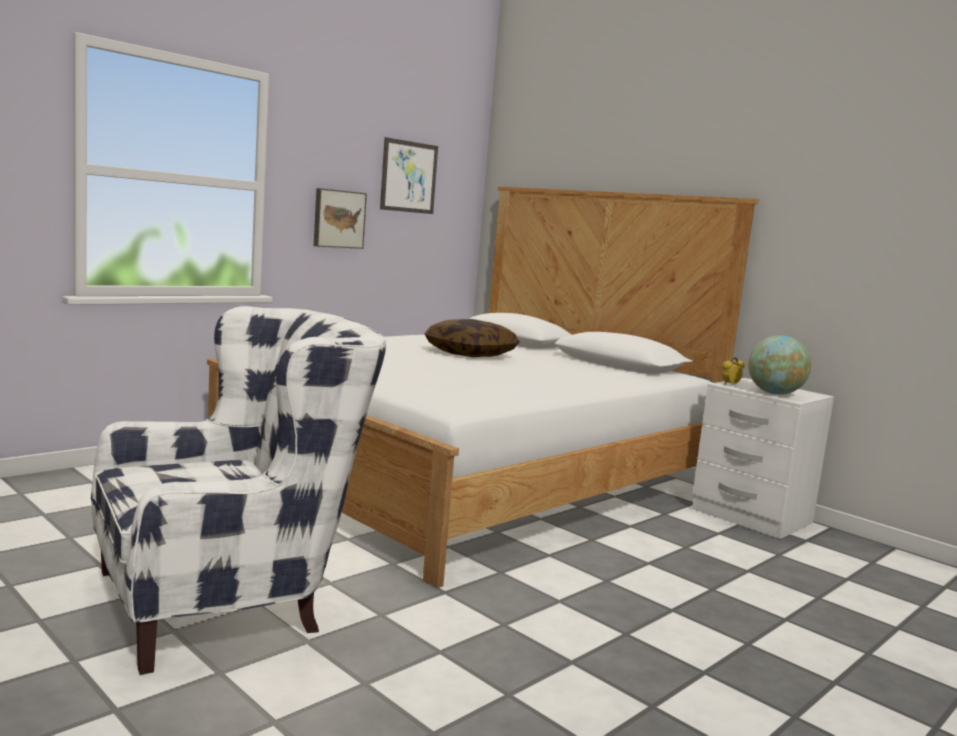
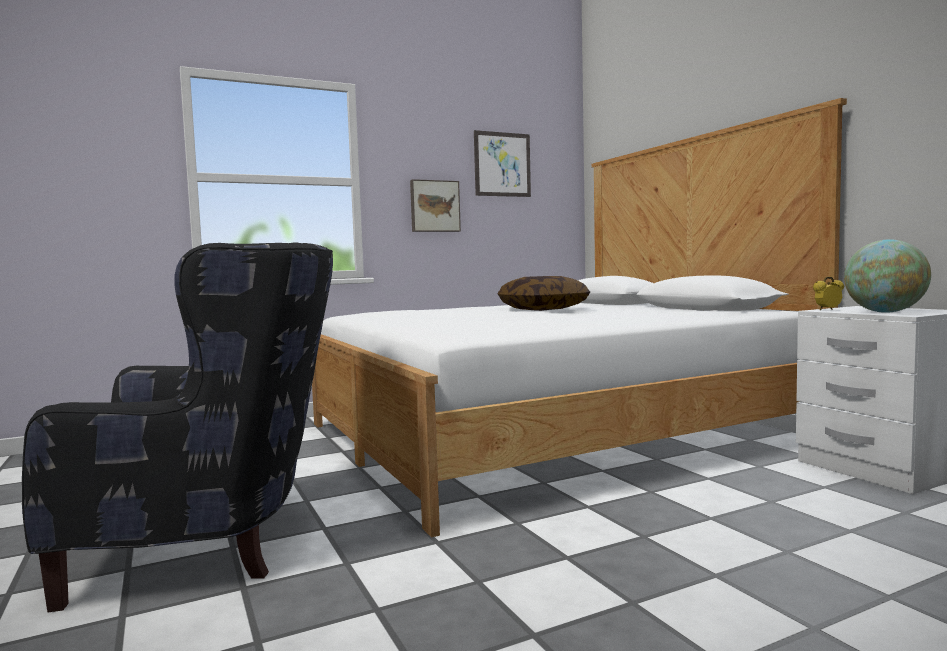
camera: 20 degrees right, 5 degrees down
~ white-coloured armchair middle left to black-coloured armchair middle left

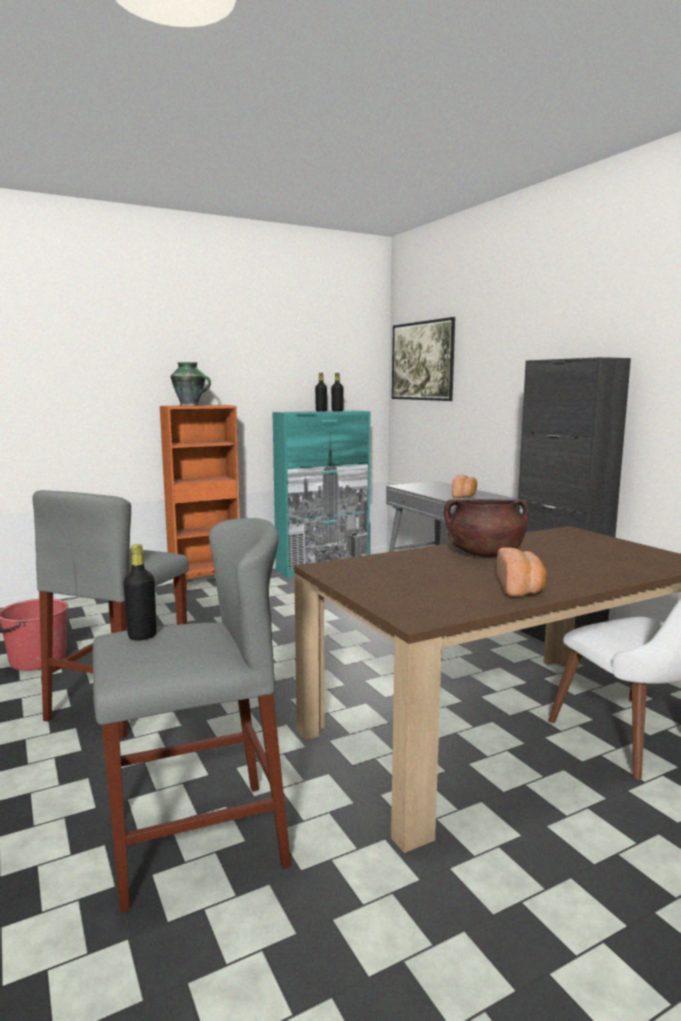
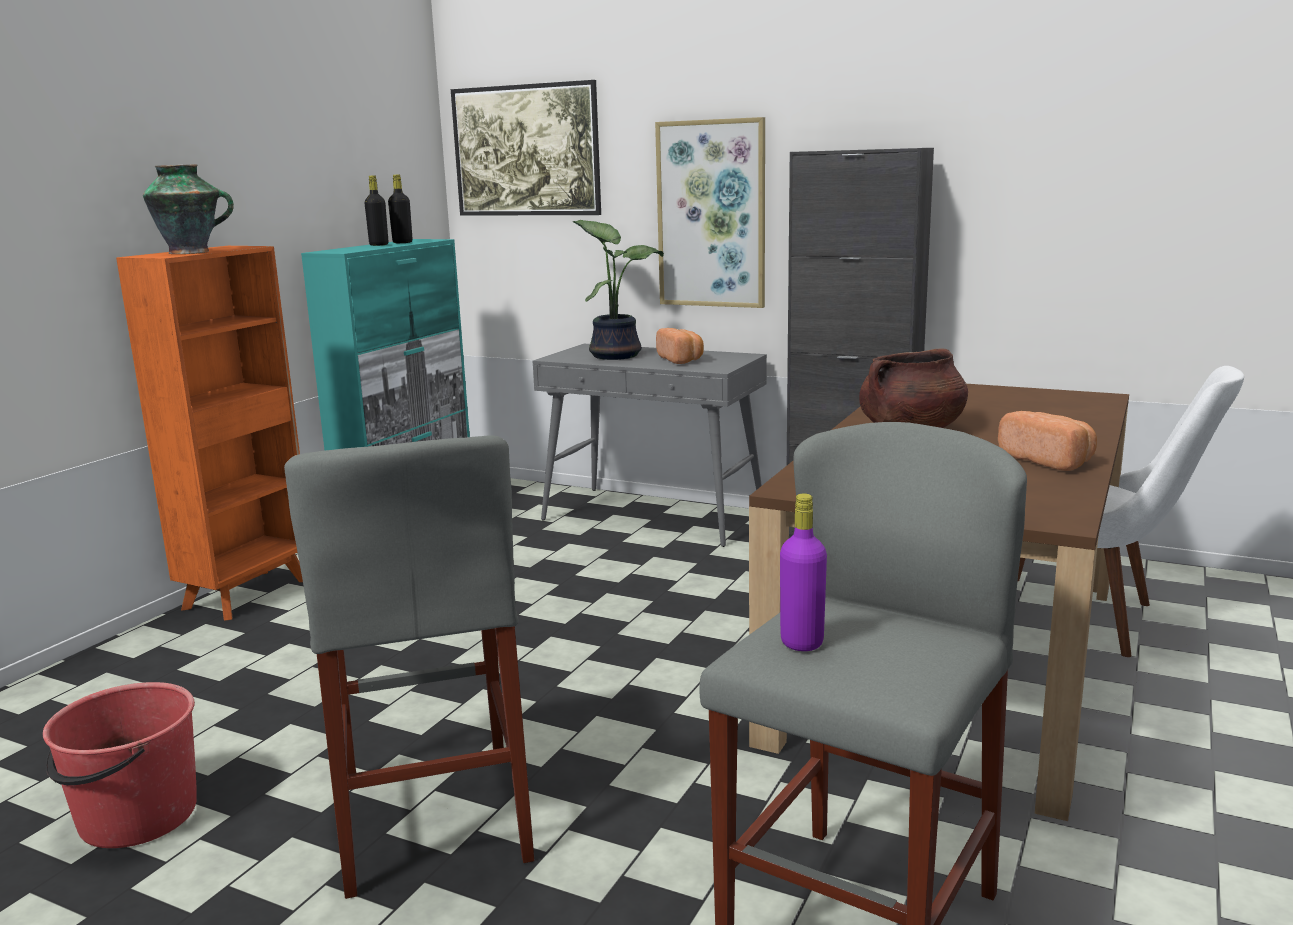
camera: 35 degrees left, 5 degrees up
+ potted plant top centre
+ picture (no. 2 from left) top centre
~ black-coloured beverage bottle (no. 1 from left) middle left to purple-coloured beverage bottle centre

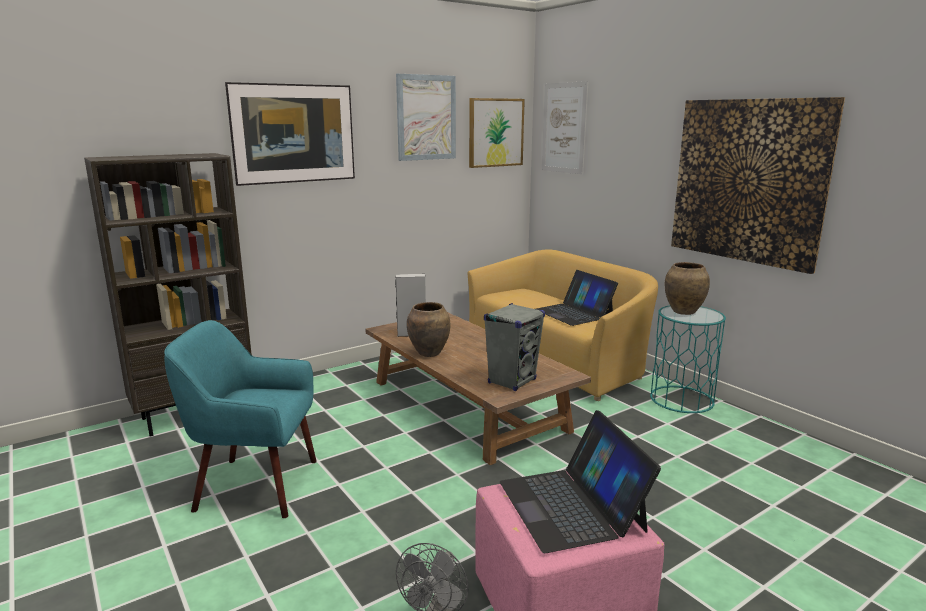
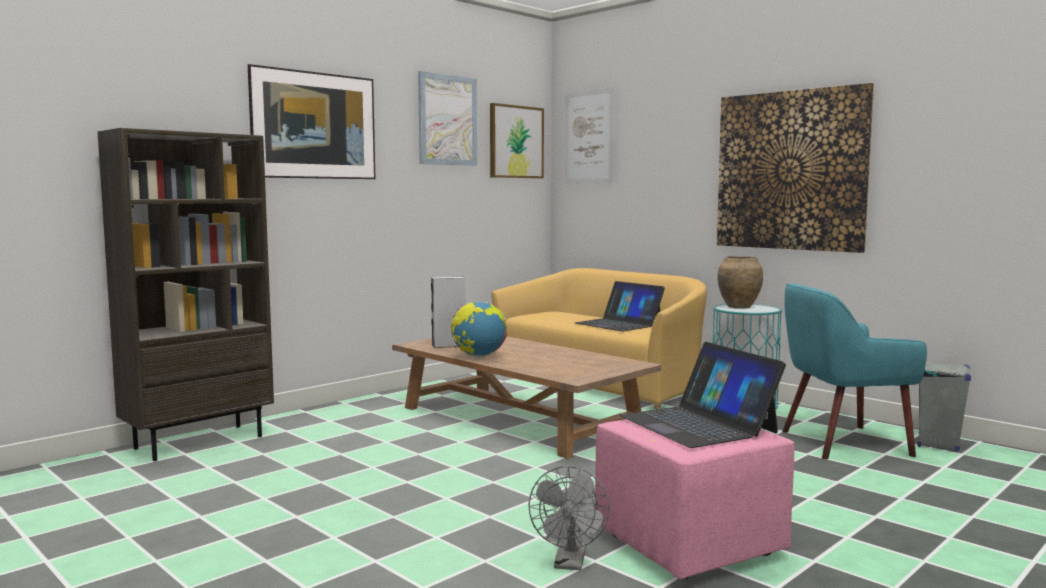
camera: 10 degrees left, 10 degrees down
~ blue-green armchair bottom left to middle right
~ grey loudspeaker (no. 2 from left) centre to bottom right
~ brownish flower vase (no. 1 from left) centre to desk globe centre

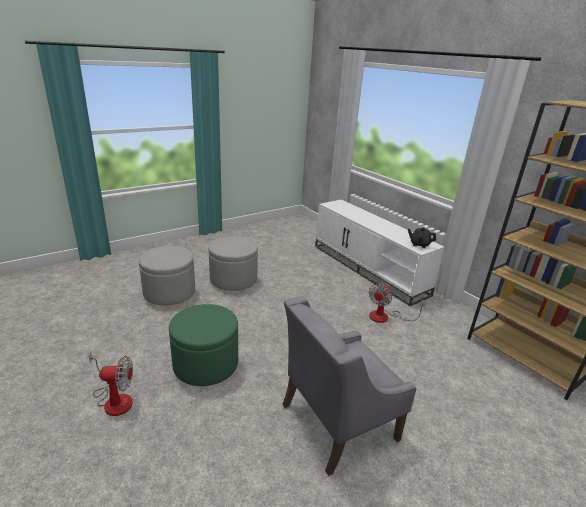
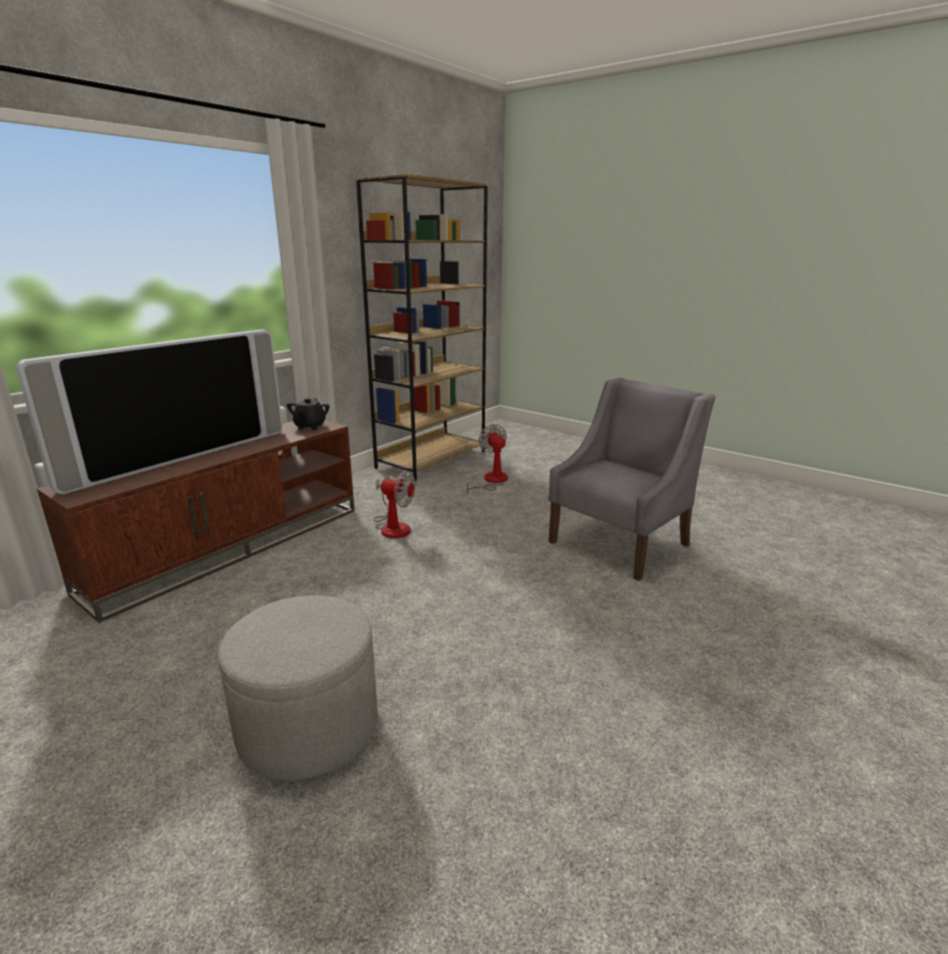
camera: 105 degrees left, 5 degrees down
- grey footrest (no. 1 from left) middle left
- greenish footrest bottom centre
+ television middle left
~ cooling fan (no. 1 from left in the first image) bottom left to cooling fan (no. 2 from left) centre
~ white-coloured tv stand centre to brownish tv stand middle left
~ grey armchair bottom centre = middle right 90 degrees counterclockwise

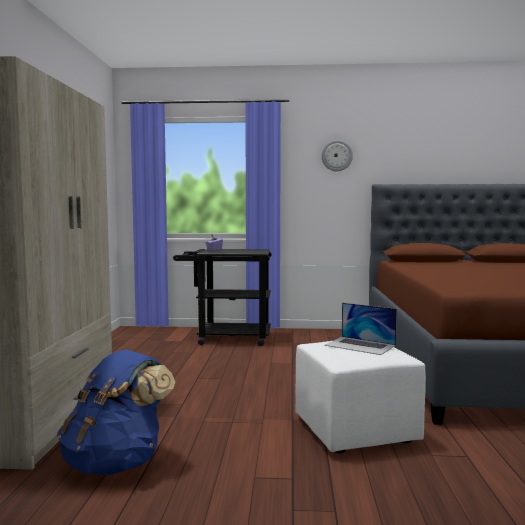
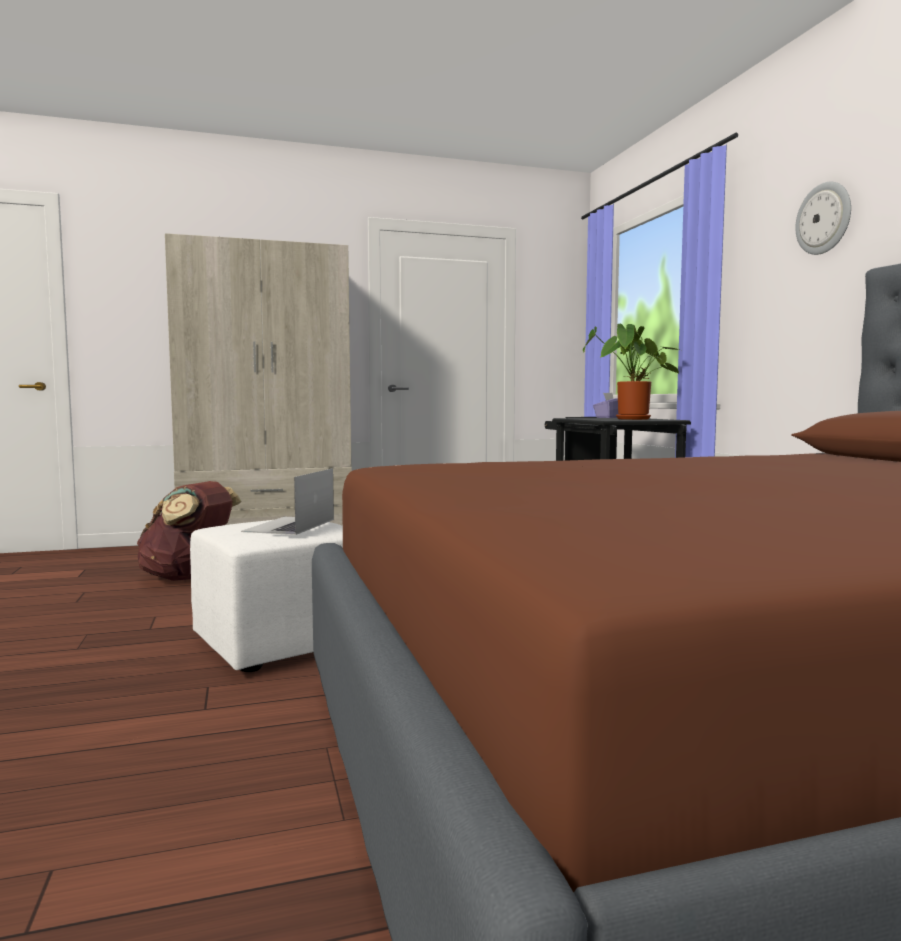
camera: 70 degrees right, 0 degrees up
+ potted plant middle right
~ blue knapsack bottom left to brownish knapsack middle left

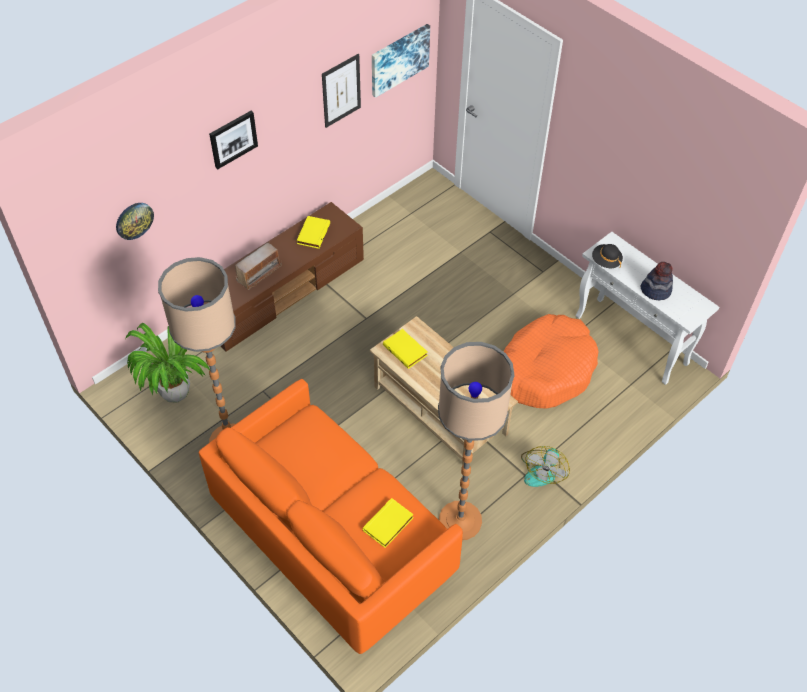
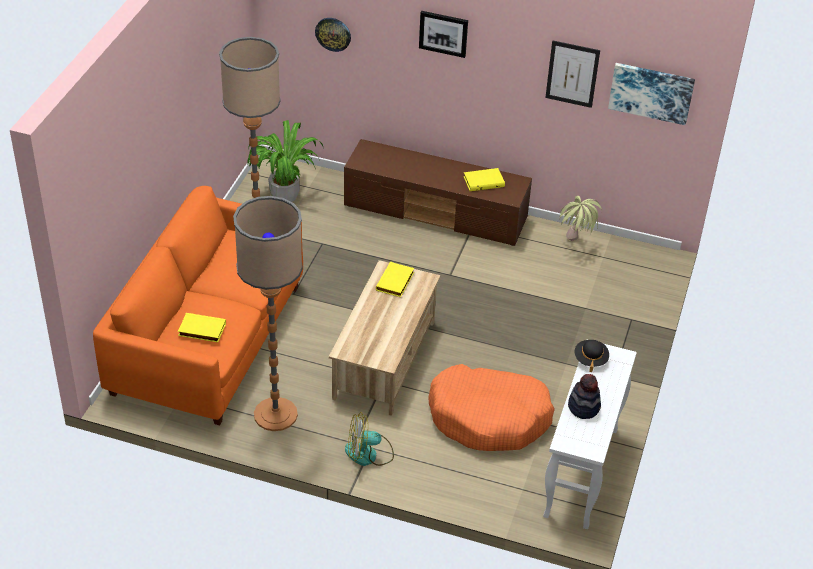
camera: 60 degrees right, 10 degrees down
- radio receiver middle left
+ potted plant (no. 2 from left) middle right

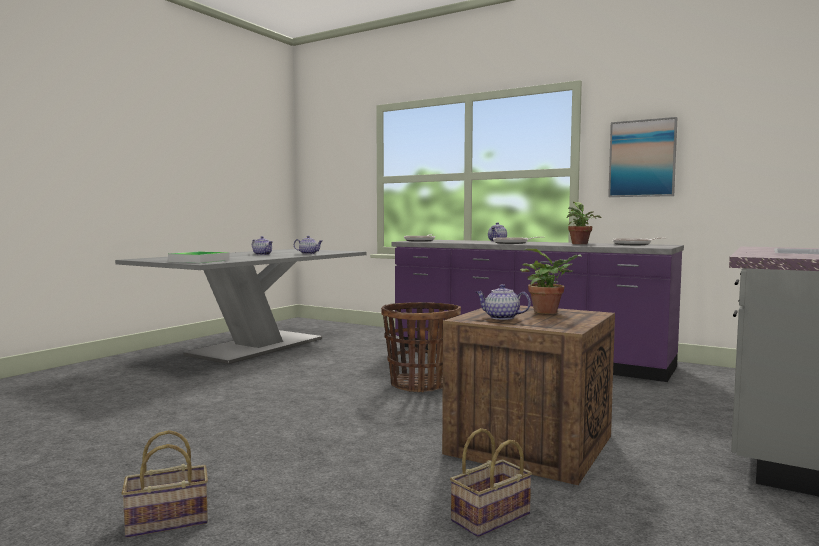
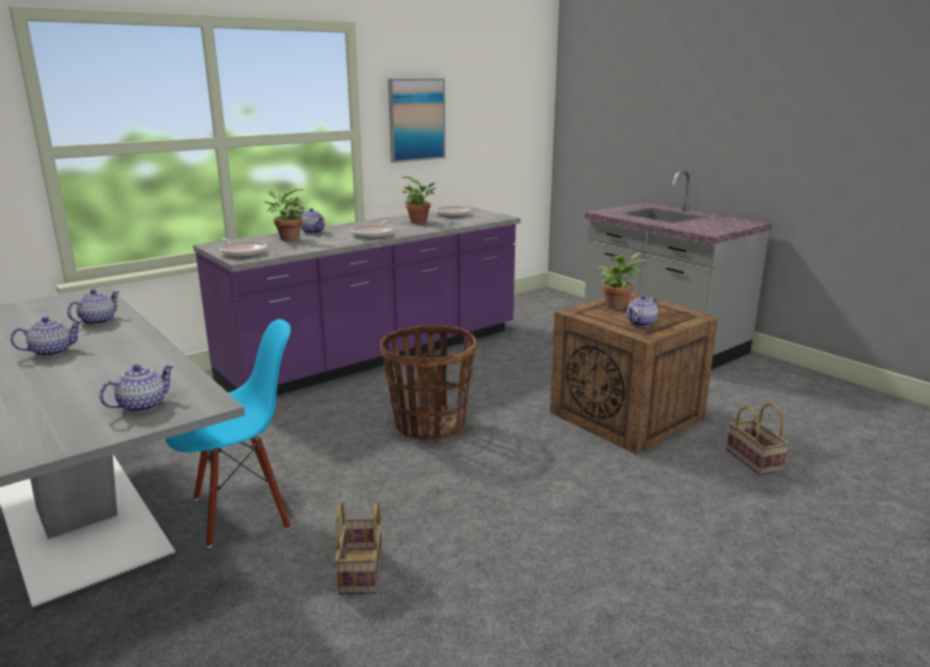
camera: 70 degrees left, 15 degrees up
+ blue chair middle left
+ potted plant (no. 1 from left) top left
~ household basket (no. 1 from left) bottom left to bottom centre
~ carrying tray middle left to tea pot (no. 3 from left) middle left

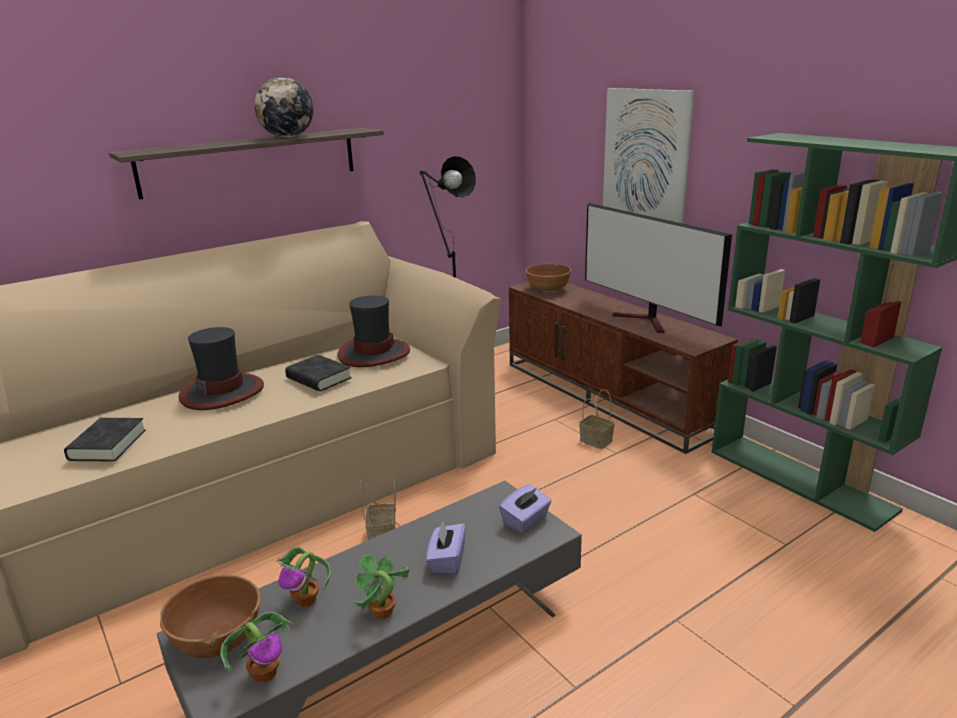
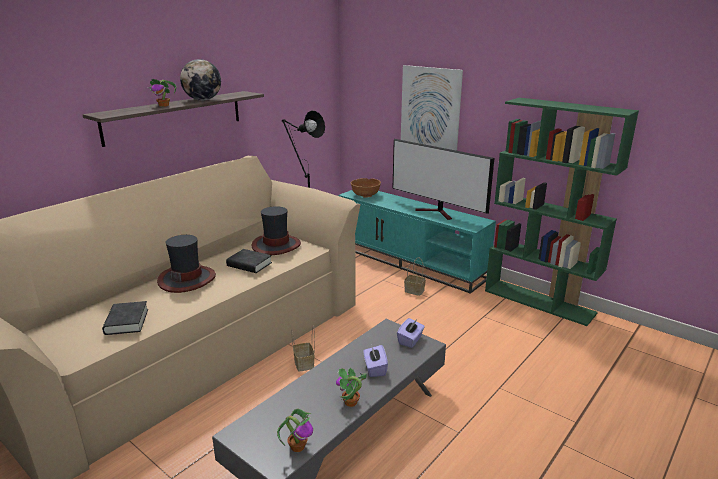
camera: 15 degrees left, 0 degrees up
- brownish bowl (no. 1 from left) bottom left
~ potted plant (no. 2 from left in the first image) bottom left to potted plant (no. 1 from left) top left
~ brownish tv stand centre to blue-green tv stand centre

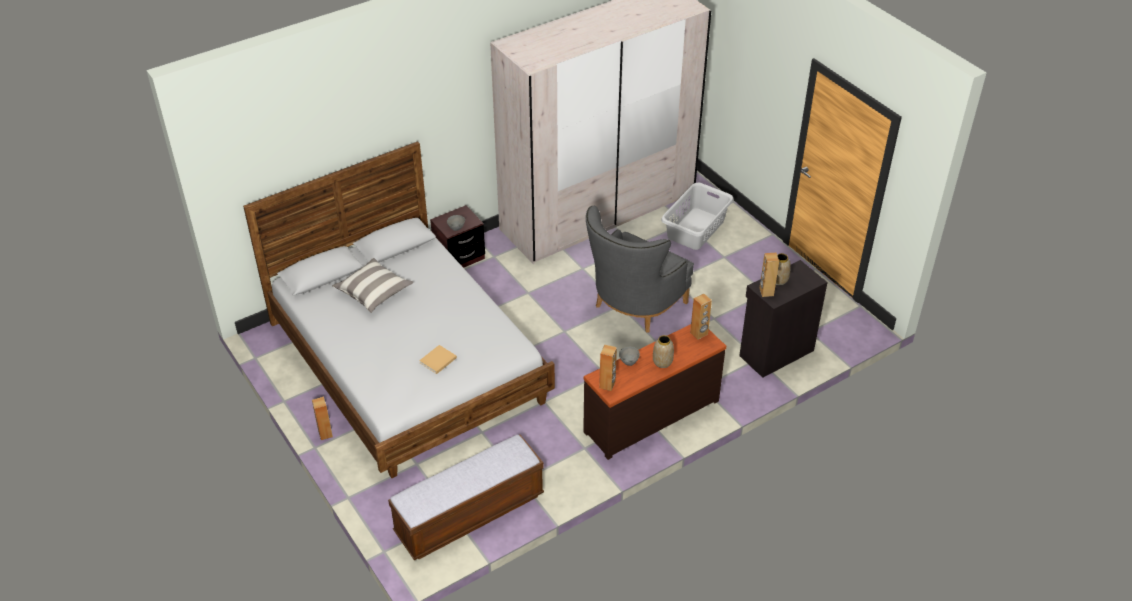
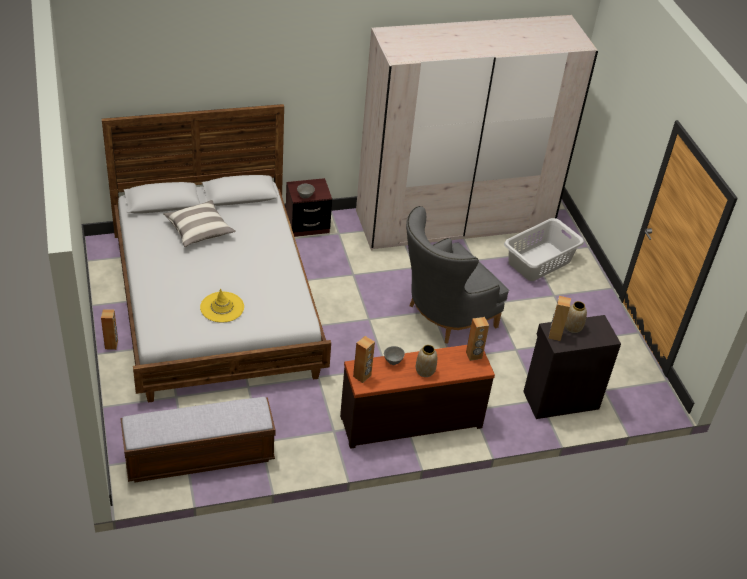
camera: 15 degrees right, 0 degrees up
~ beige-coloured bound book centre to yellowish clothing hat middle left

